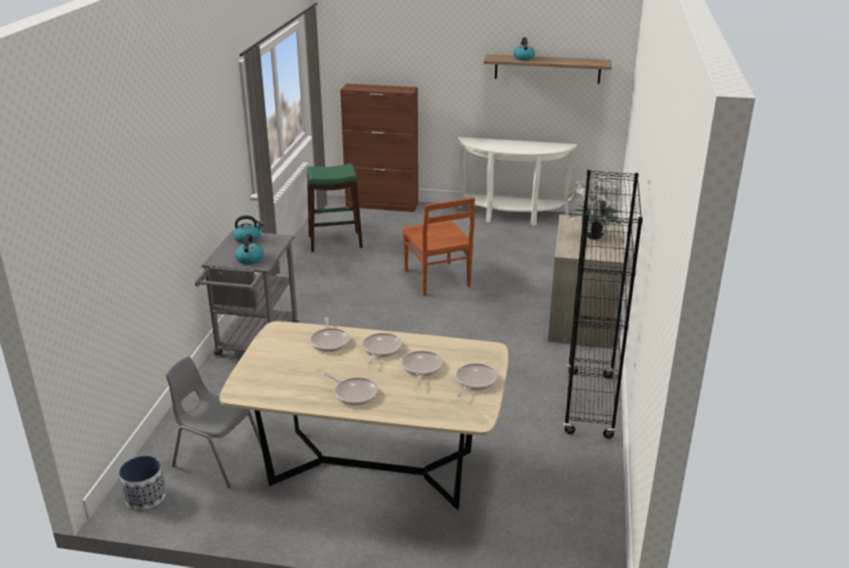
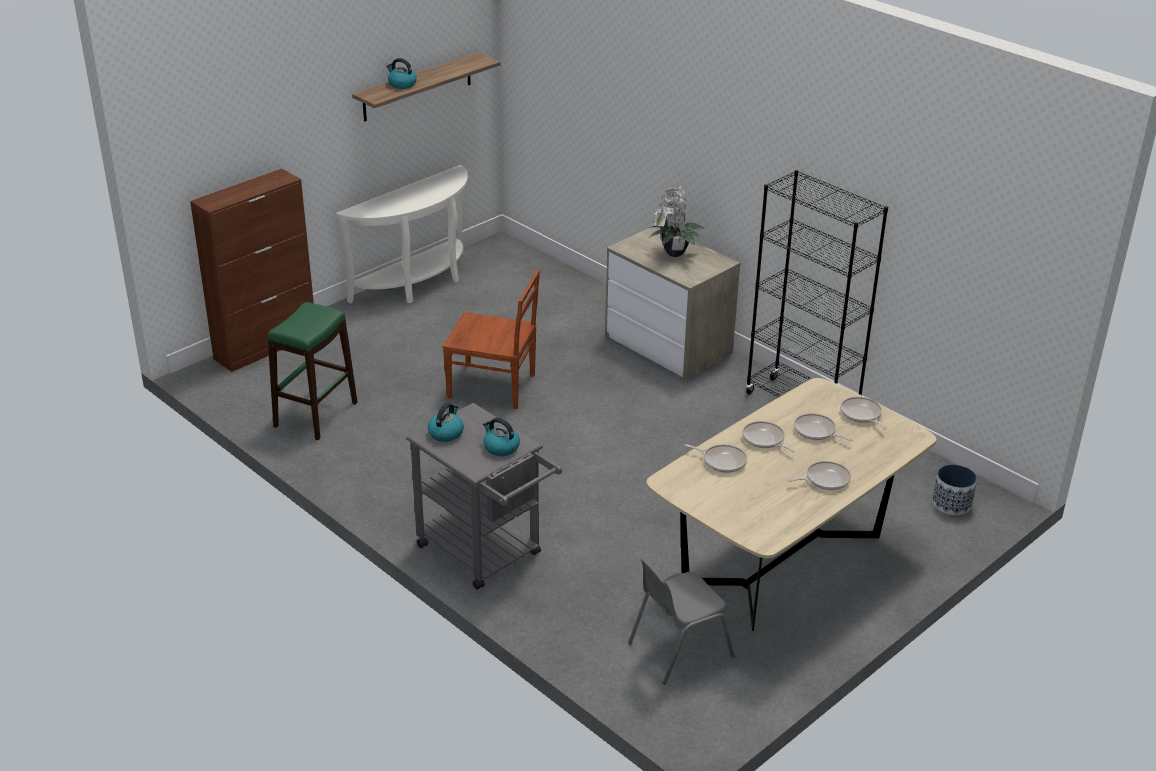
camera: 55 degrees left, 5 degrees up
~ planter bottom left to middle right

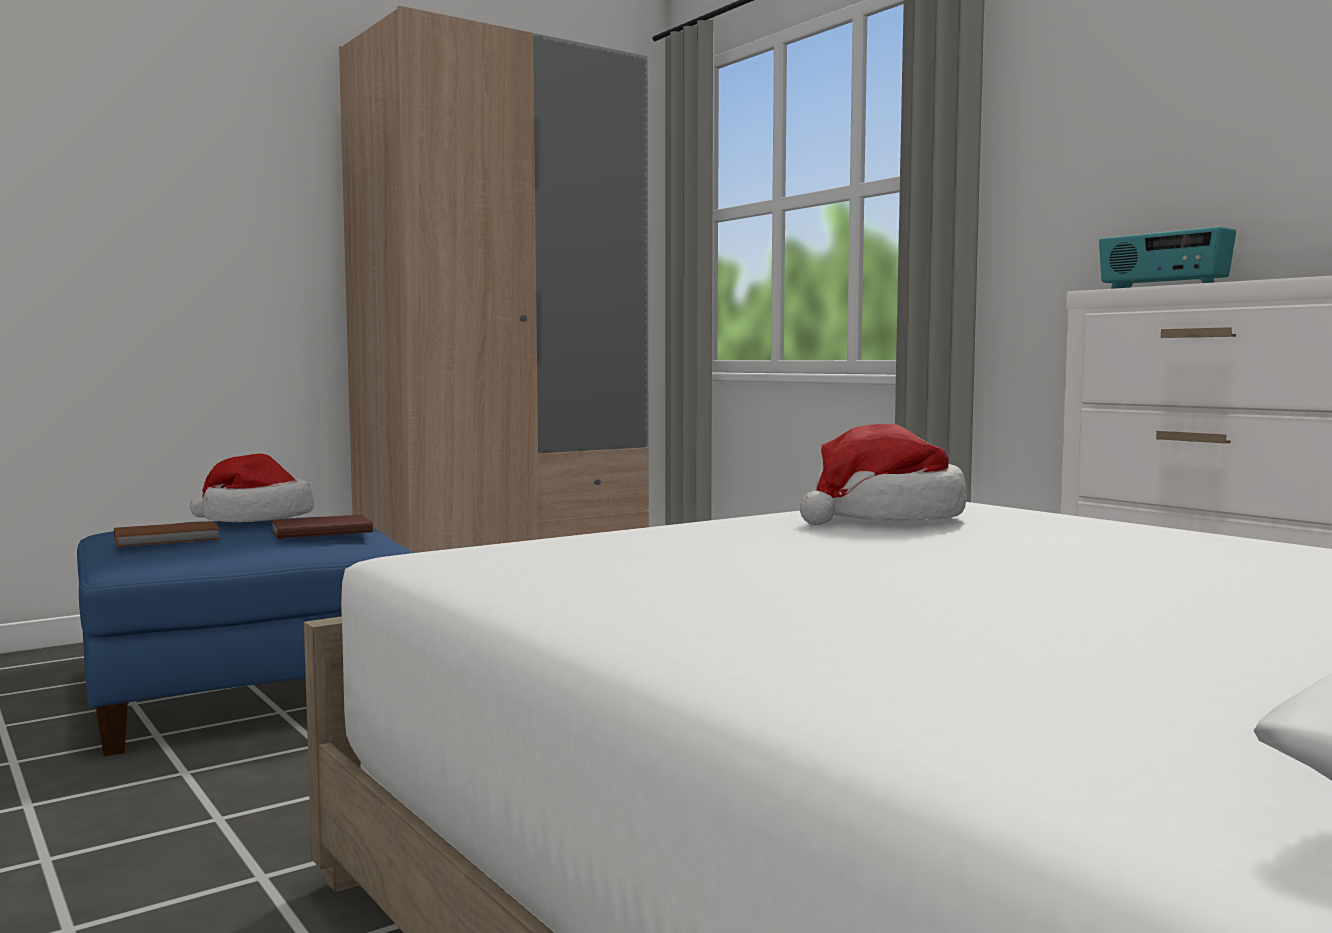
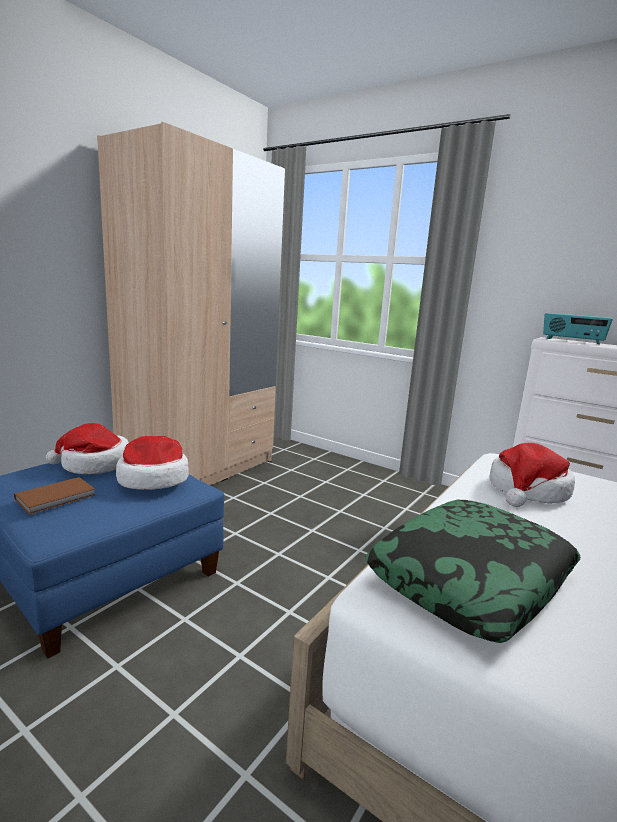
camera: 20 degrees left, 10 degrees up
+ pillow bottom right
~ brownish bound book (no. 2 from left) middle left to clothing hat (no. 2 from left) middle left

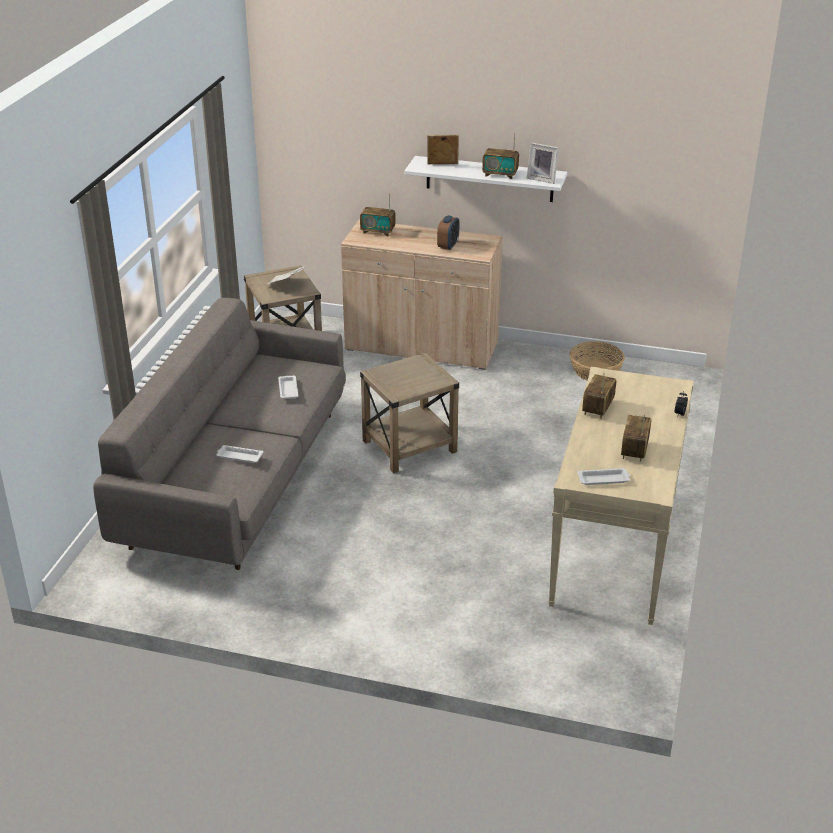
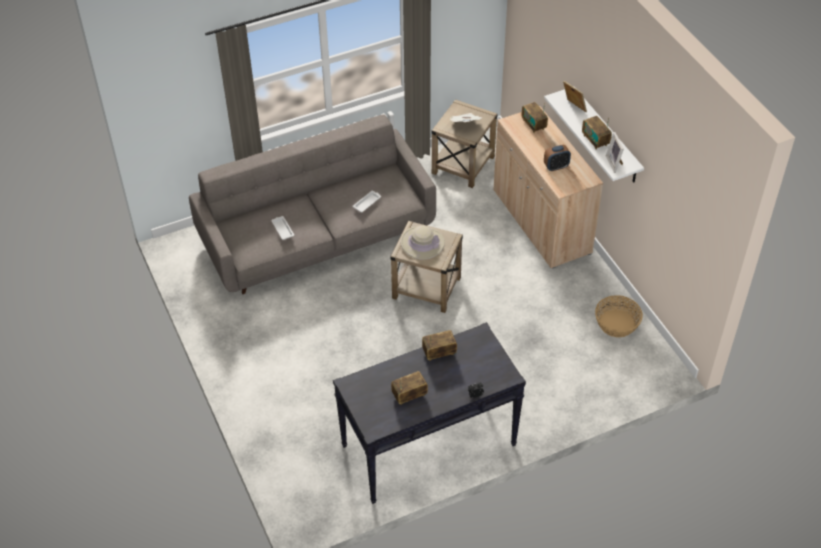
camera: 50 degrees right, 15 degrees up
- white-coloured carrying tray (no. 3 from left) middle right
+ beige-coloured clothing hat centre
~ beige-coloured console table middle right to black-coloured console table bottom centre

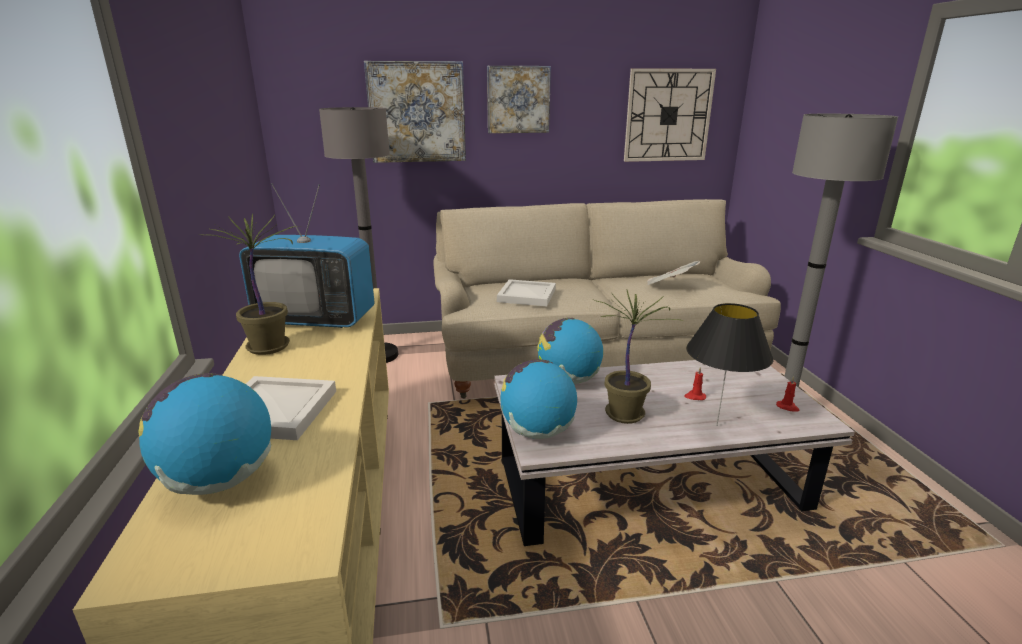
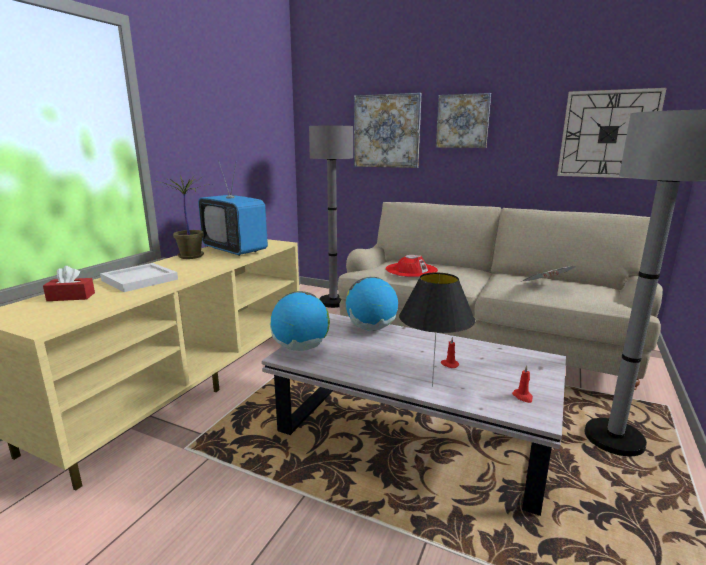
camera: 35 degrees right, 5 degrees down
- potted plant (no. 2 from left) centre
~ desk globe (no. 1 from left) bottom left to red tissue holder middle left
~ white-coloured carrying tray (no. 2 from left) centre to red clothing hat centre

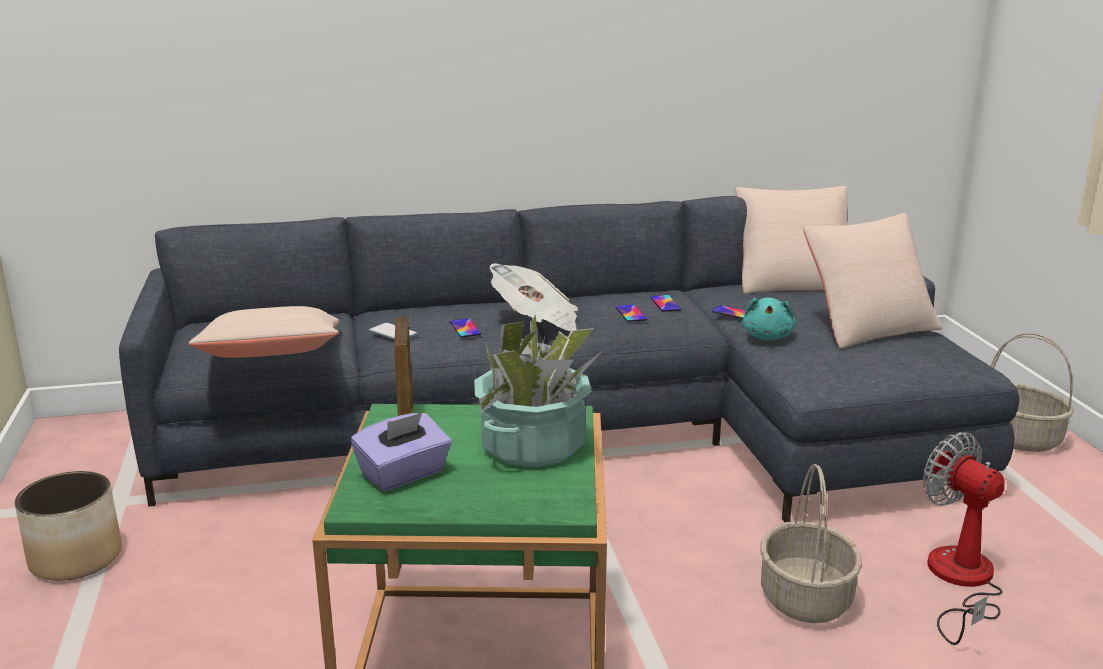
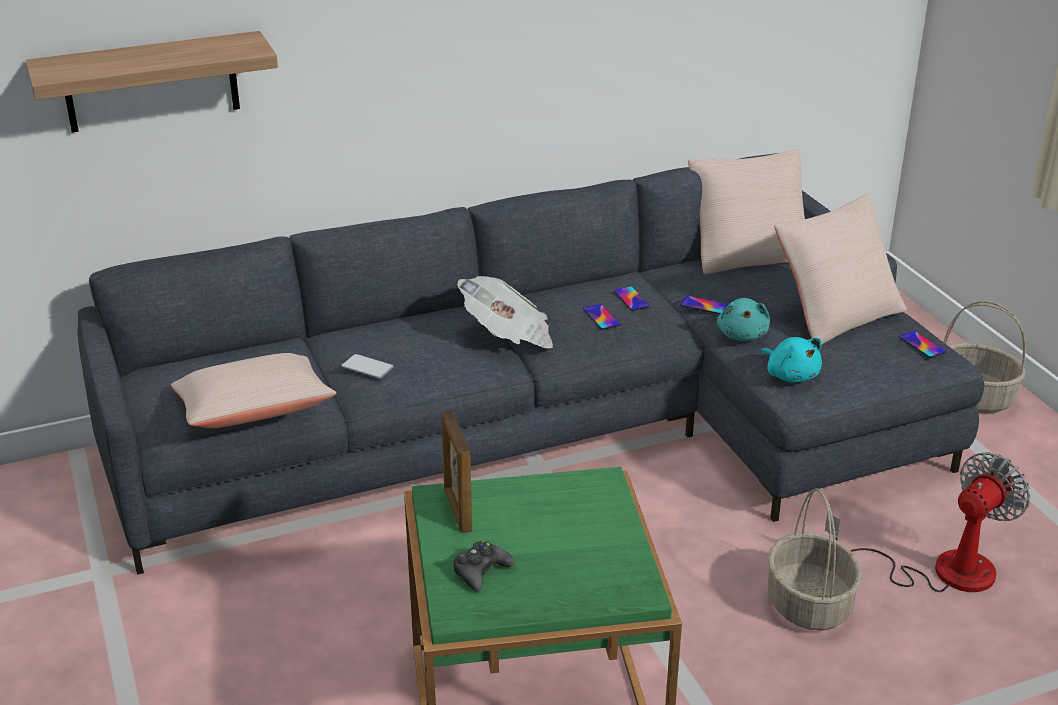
camera: 10 degrees left, 10 degrees up
- planter bottom left
- potted plant centre
+ shelf top left
+ blue-green soft toy (no. 2 from left) middle right
~ phone (no. 2 from left in the first image) centre to phone (no. 5 from left) middle right
~ purple-coloured tissue holder bottom centre to black-coloured gamepad bottom centre
~ cooling fan bottom right = bottom right 90 degrees clockwise

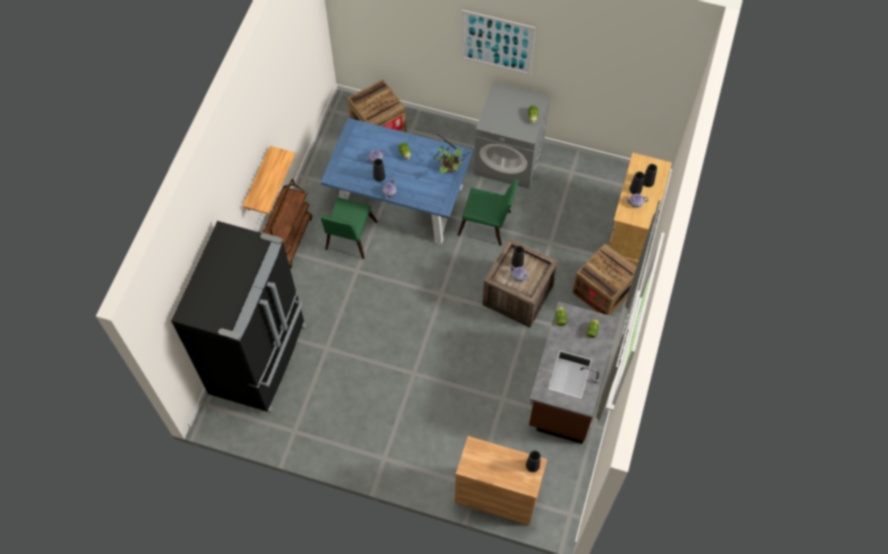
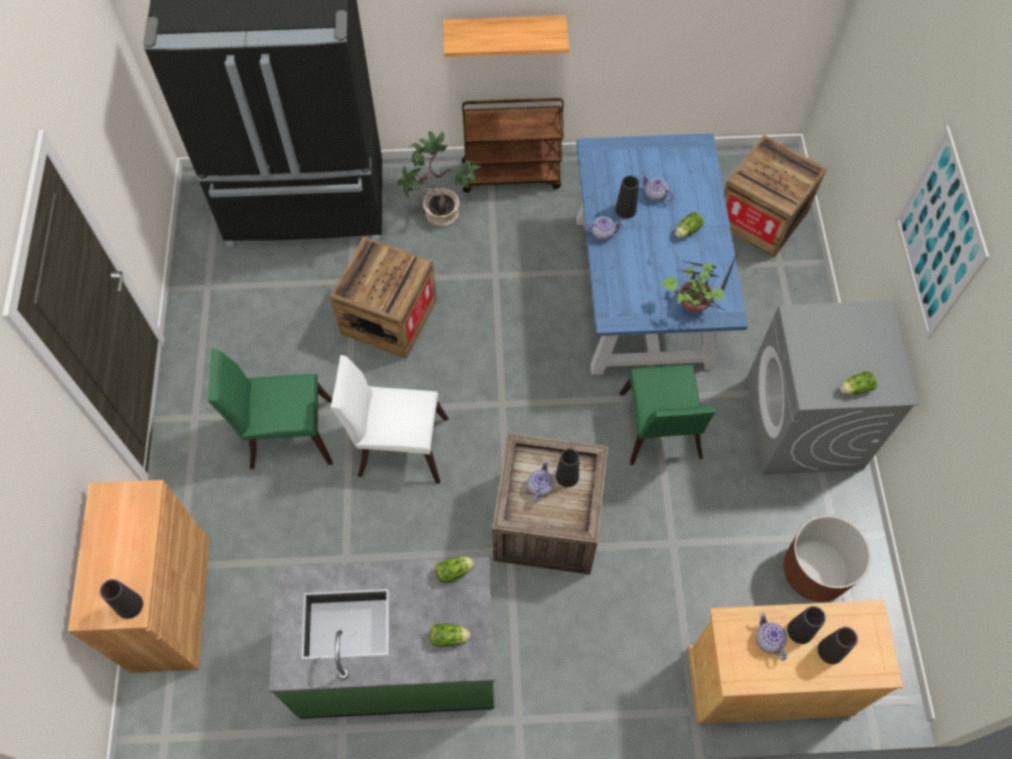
camera: 70 degrees right, 0 degrees up
+ white-coloured chair centre
+ potted plant (no. 1 from left) top centre
+ brownish planter bottom right
~ greenish chair (no. 1 from left) centre to middle left
~ crate (no. 3 from left in the first image) middle right to crate (no. 1 from left) centre
~ brownish kitchen base unit bottom centre to greenish kitchen base unit bottom centre

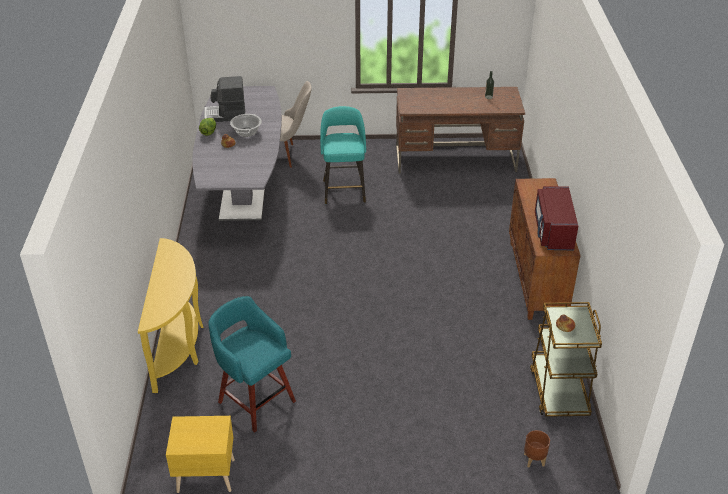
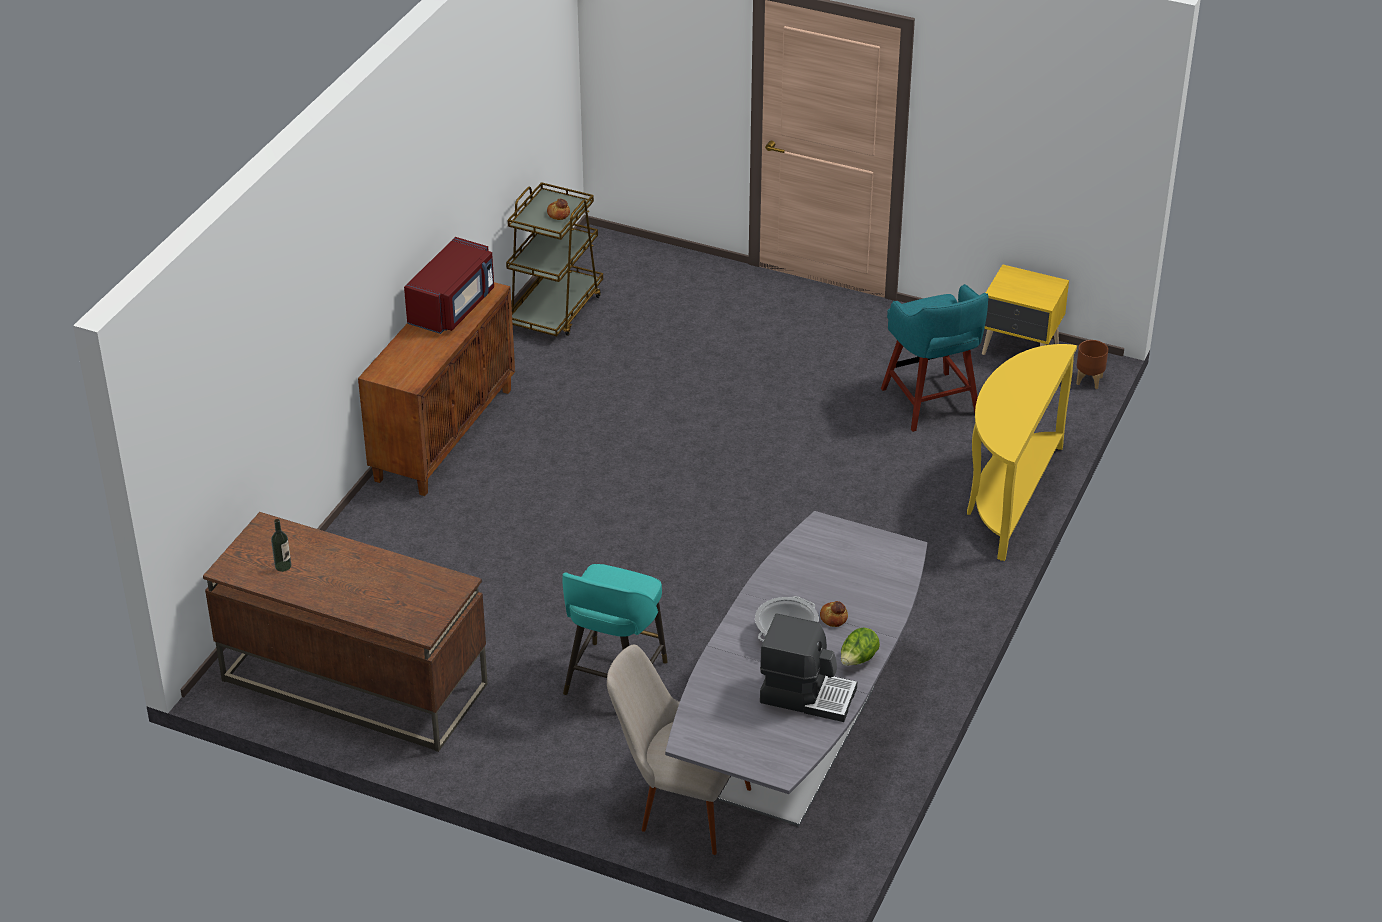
camera: 155 degrees left, 0 degrees up
~ brownish planter bottom right to middle right

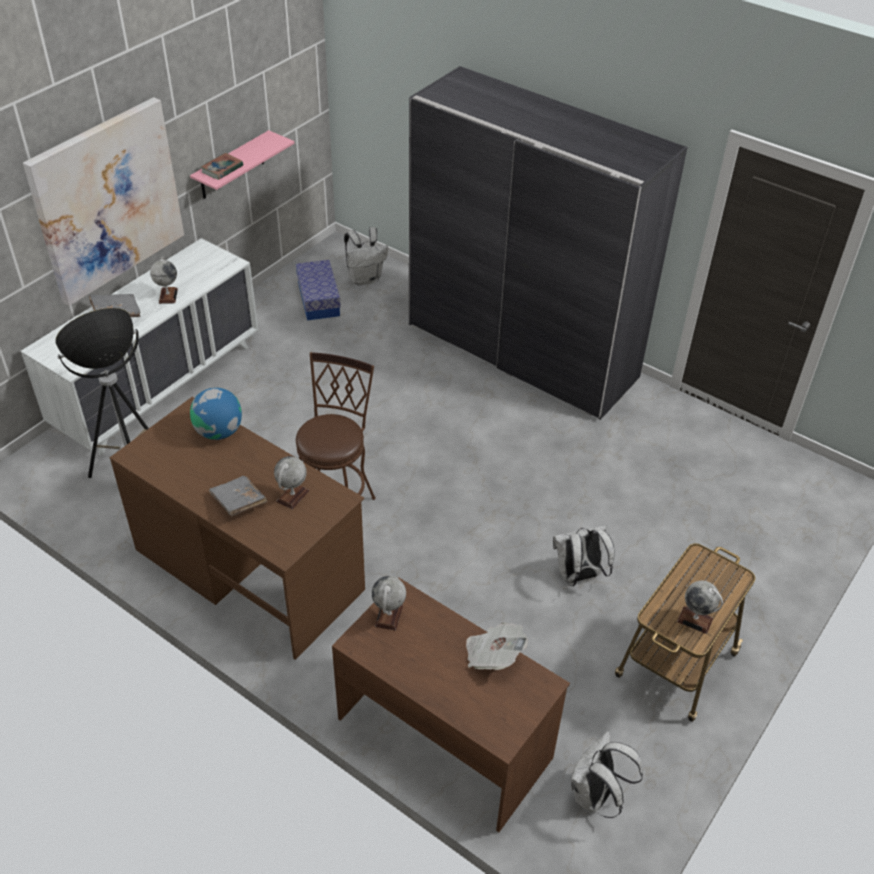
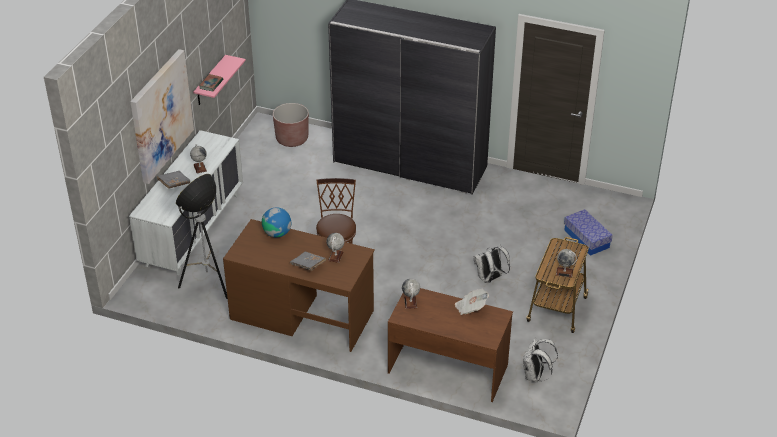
camera: 15 degrees left, 5 degrees down
~ storage box top centre to middle right
~ white-coloured knapsack (no. 1 from left) top centre to brownish planter top centre

